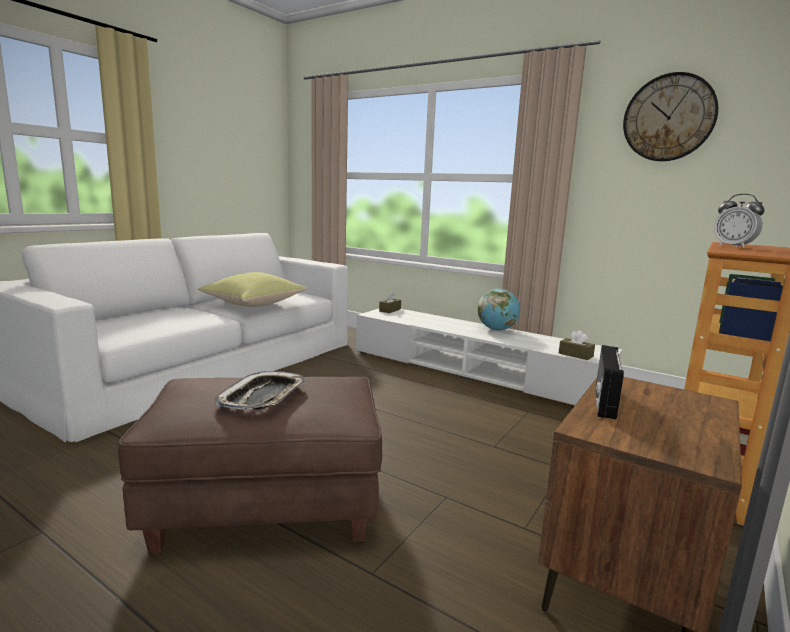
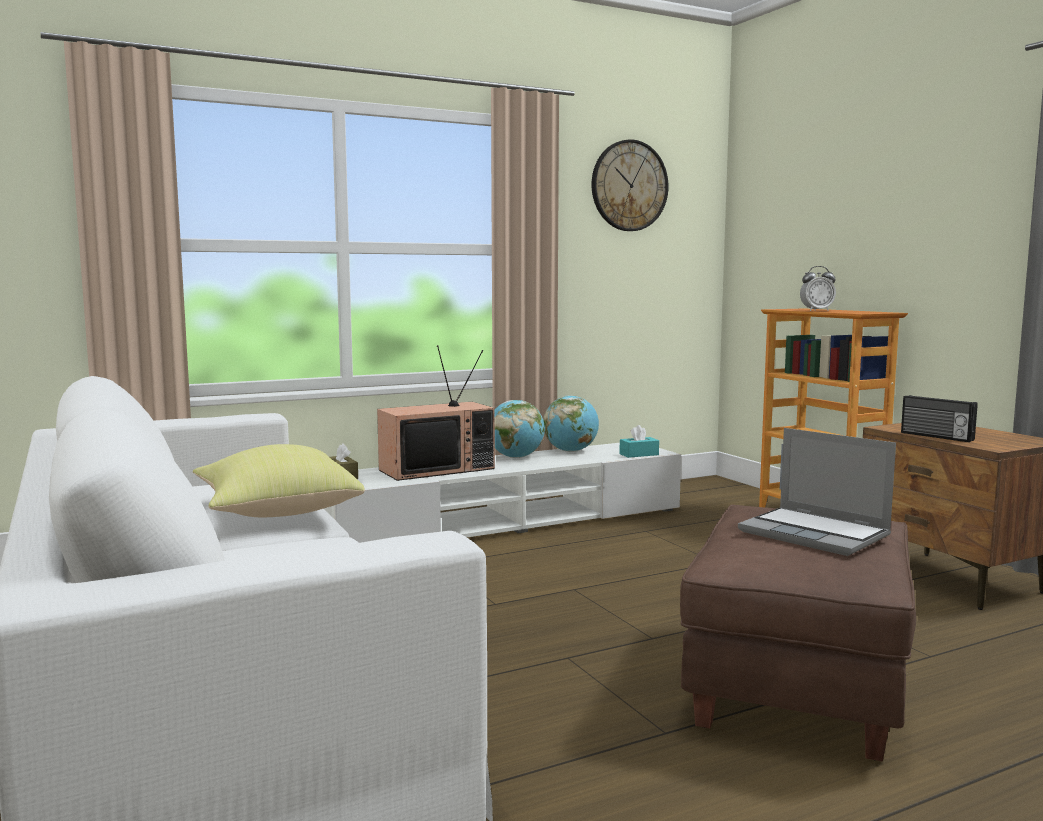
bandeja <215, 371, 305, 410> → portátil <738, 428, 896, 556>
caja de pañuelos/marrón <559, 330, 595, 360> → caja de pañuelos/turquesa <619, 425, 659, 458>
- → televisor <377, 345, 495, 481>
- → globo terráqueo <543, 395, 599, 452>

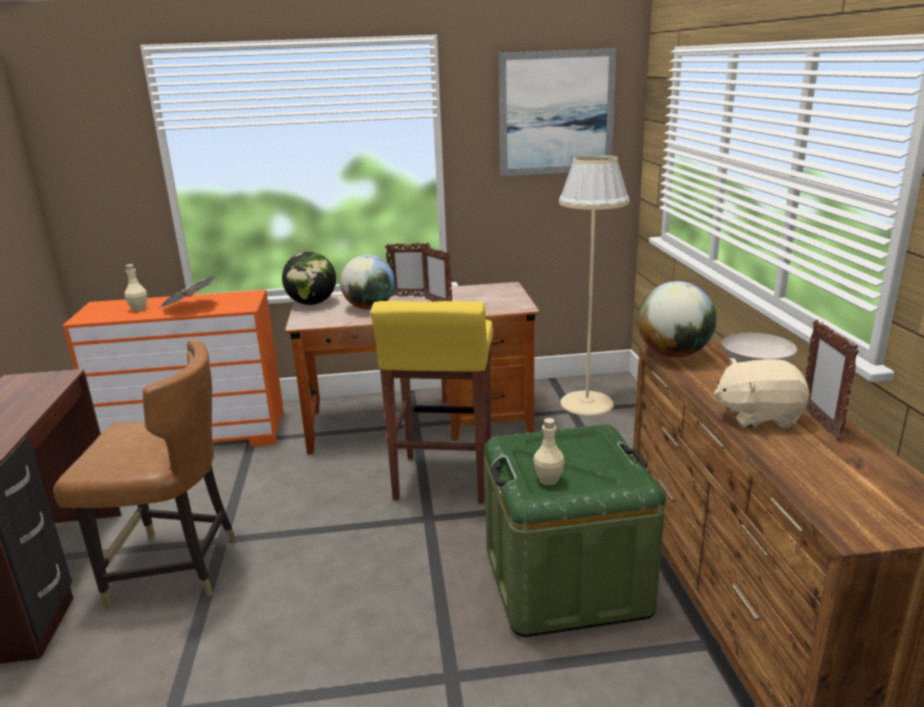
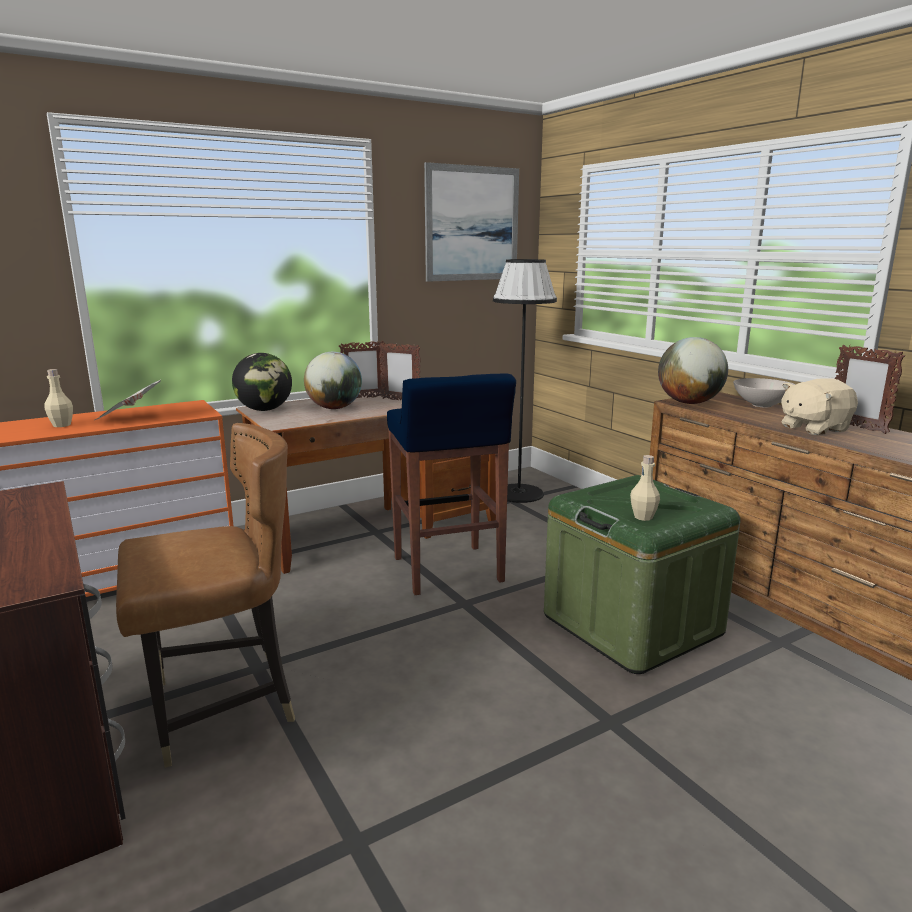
taburete/amarillo <371, 301, 493, 504> → taburete/azul <387, 373, 516, 595>
lámpara de pie/beis <559, 155, 630, 416> → lámpara de pie/negro <493, 259, 557, 503>

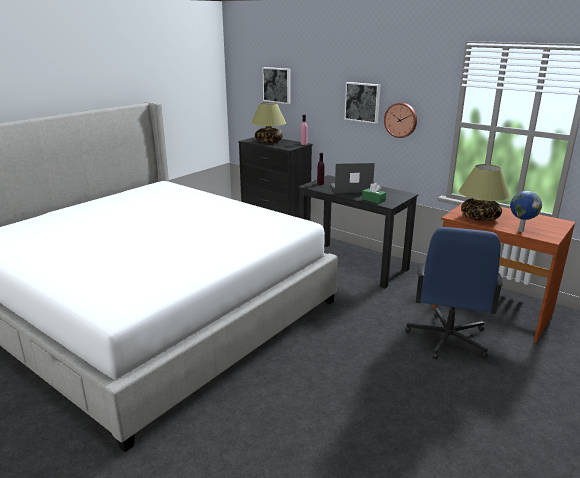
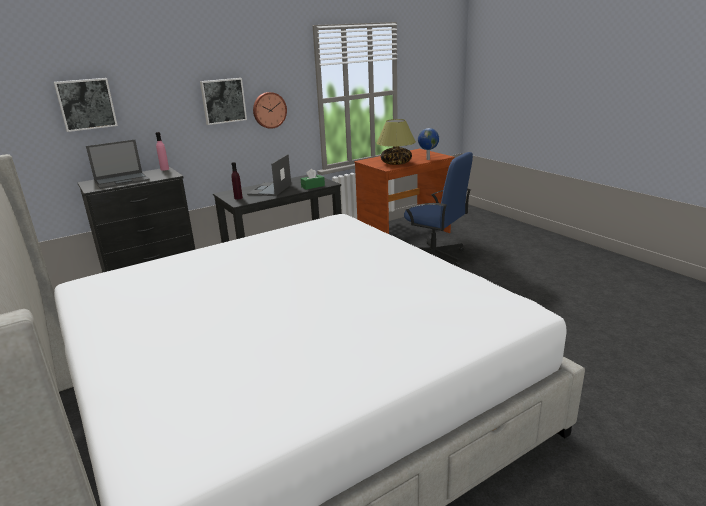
lámpara de mesa <251, 102, 286, 143> → portátil <86, 139, 150, 189>

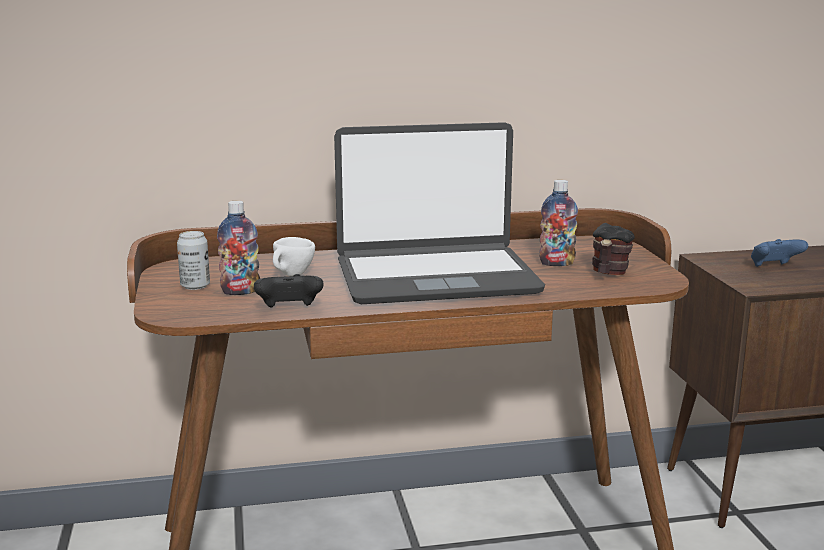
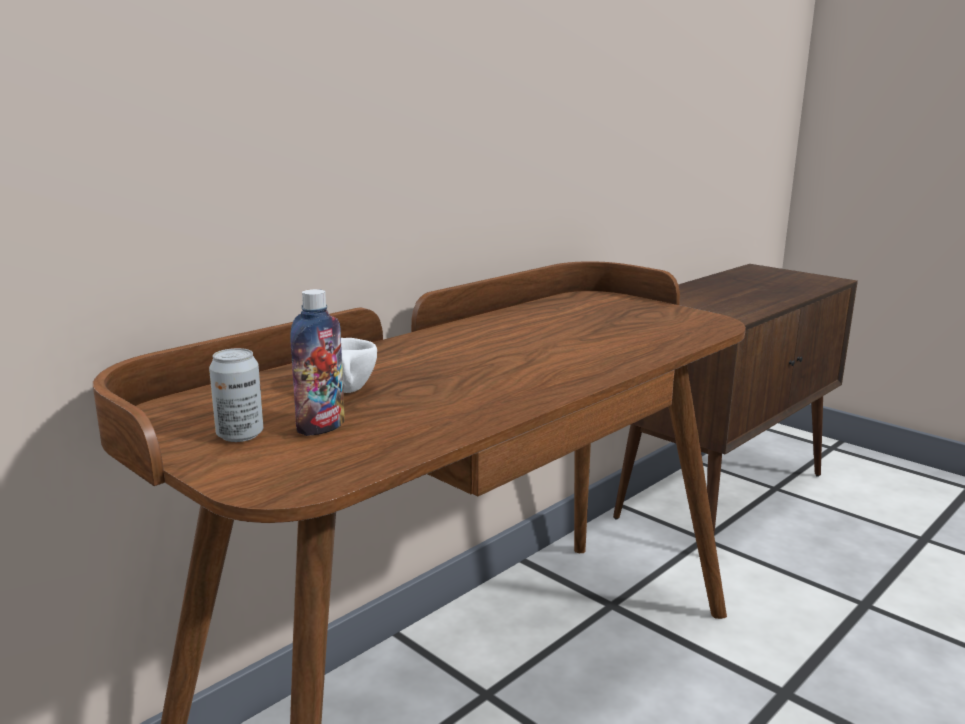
mando de consola/negro <254, 274, 323, 308> → -
portátil <334, 122, 545, 304> → -
botella <539, 180, 578, 266> → -
taza grande <592, 223, 635, 275> → -
mando de consola/azul <751, 239, 808, 267> → -

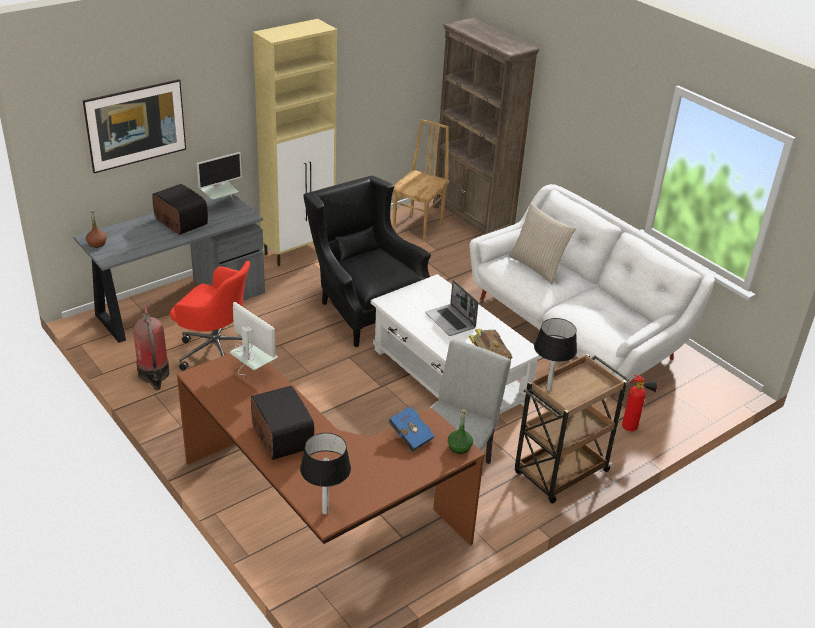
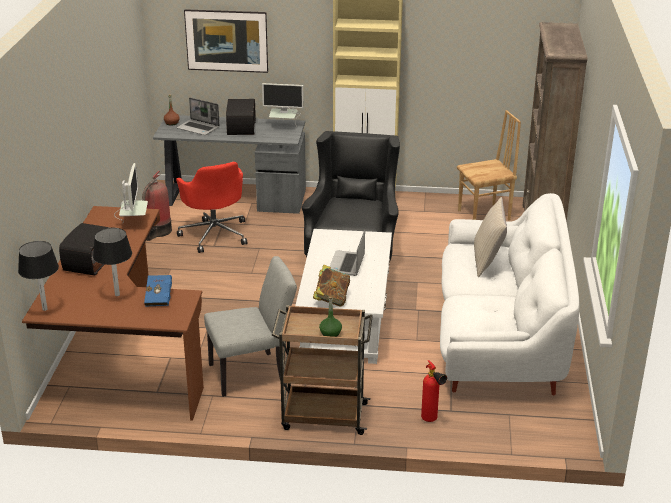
botella/verde <448, 409, 473, 454> → botella/verde <319, 297, 342, 337>, move
lámpara de mesa/negro <534, 318, 577, 391> → lámpara de mesa/negro <93, 228, 132, 296>, move
- → portátil <176, 98, 220, 135>

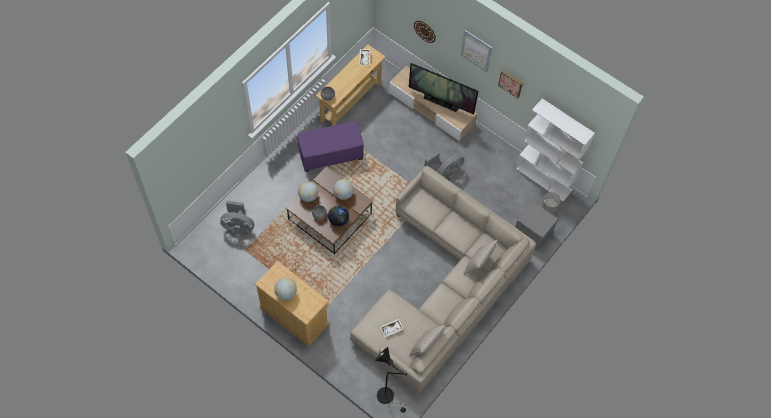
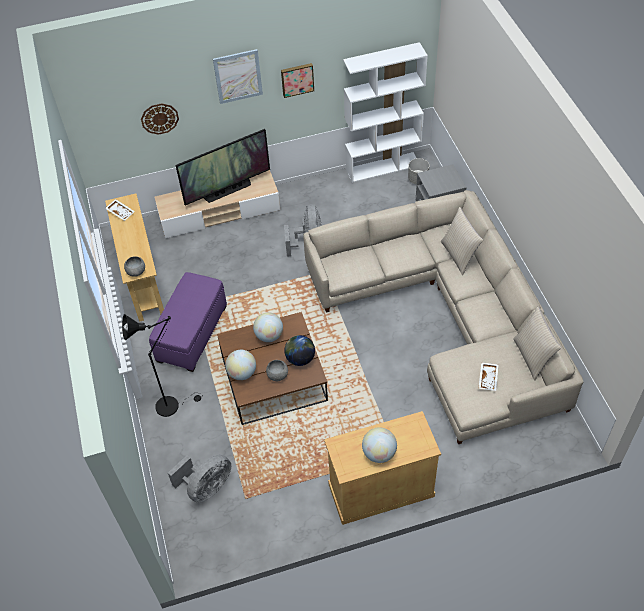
lámpara de pie/negro <375, 347, 408, 413> → lámpara de pie/negro <122, 314, 203, 417>, move

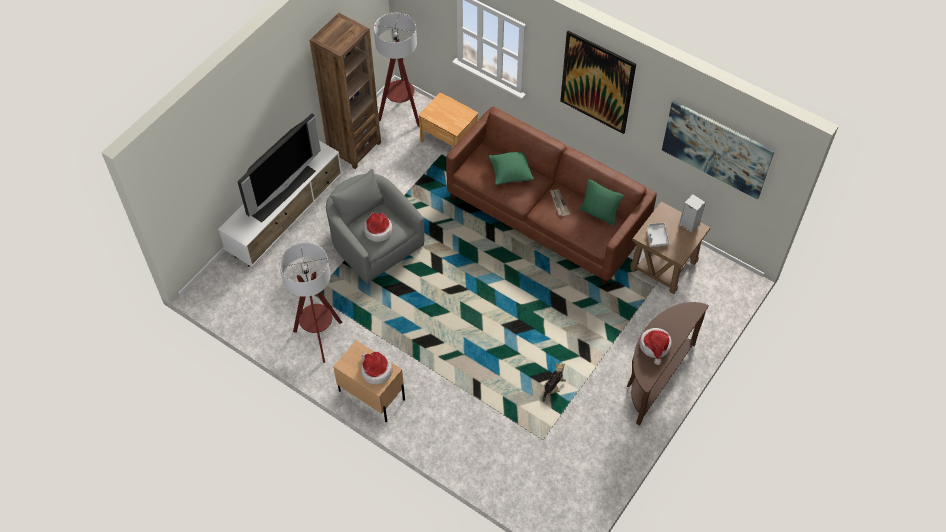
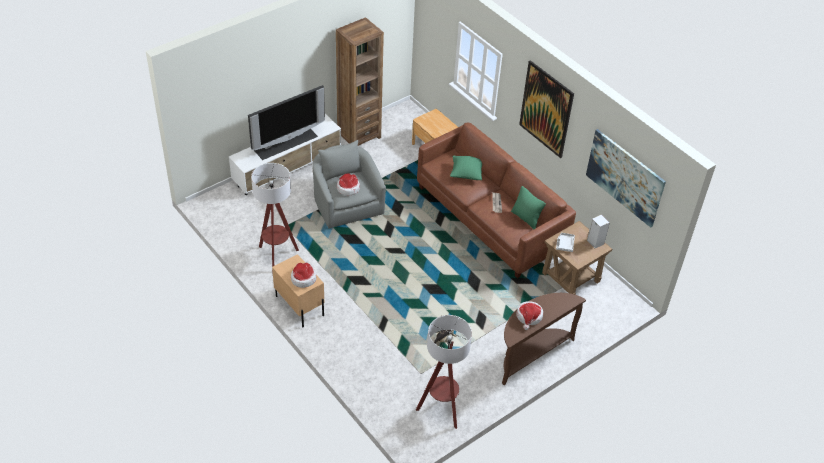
lámpara de pie <374, 13, 420, 127> → lámpara de pie <416, 315, 472, 429>, move

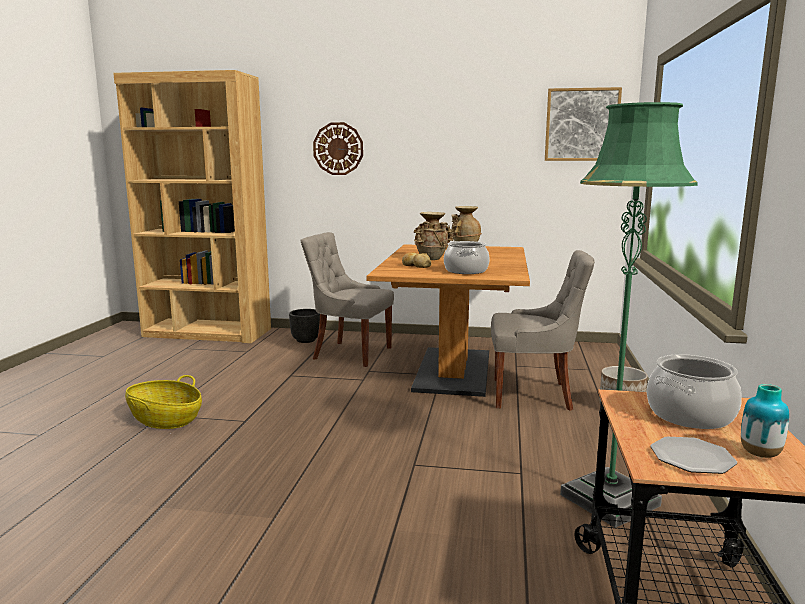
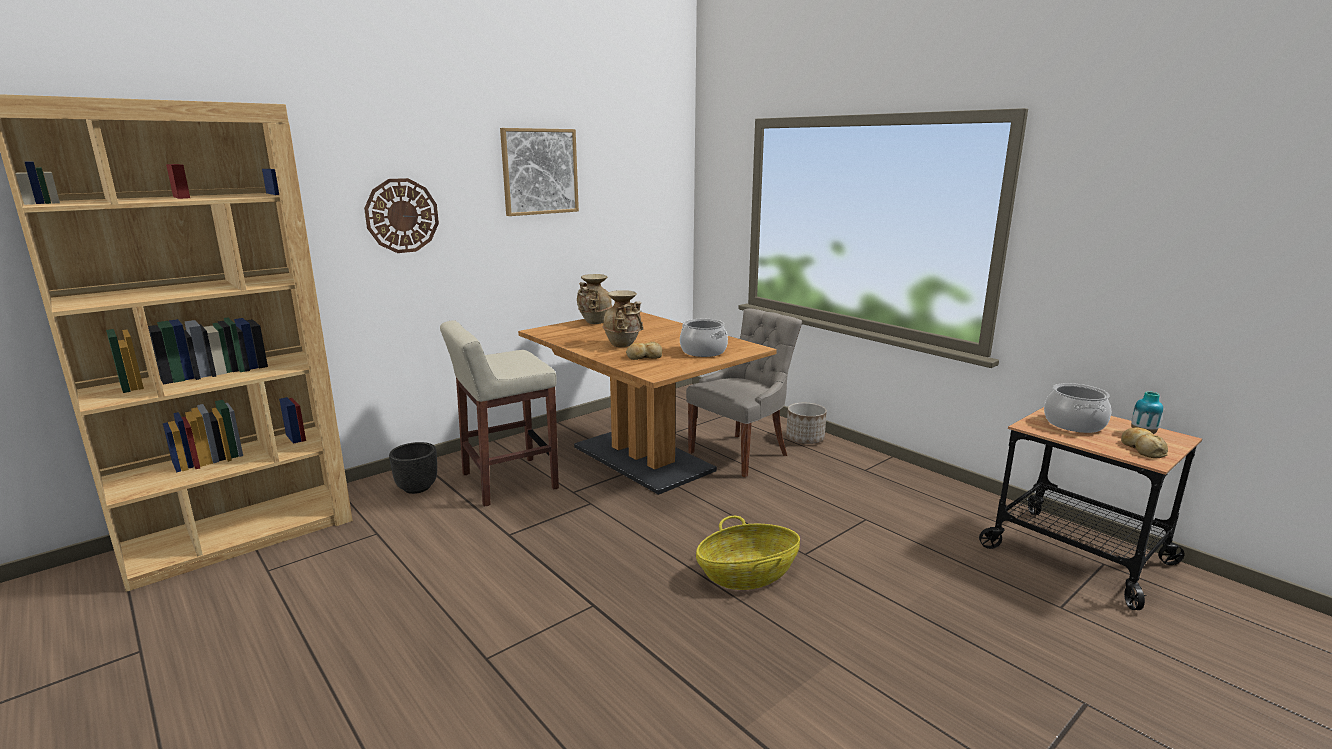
cesta <125, 375, 202, 429> → cesta <696, 516, 800, 590>, move
silla/gris <301, 232, 394, 367> → taburete/beis <440, 320, 559, 507>
cuadro <545, 87, 622, 161> → cuadro <500, 128, 579, 216>, move
lámpara de pie/verde <560, 102, 698, 528> → -
plato <650, 437, 737, 474> → pan <1121, 427, 1168, 458>

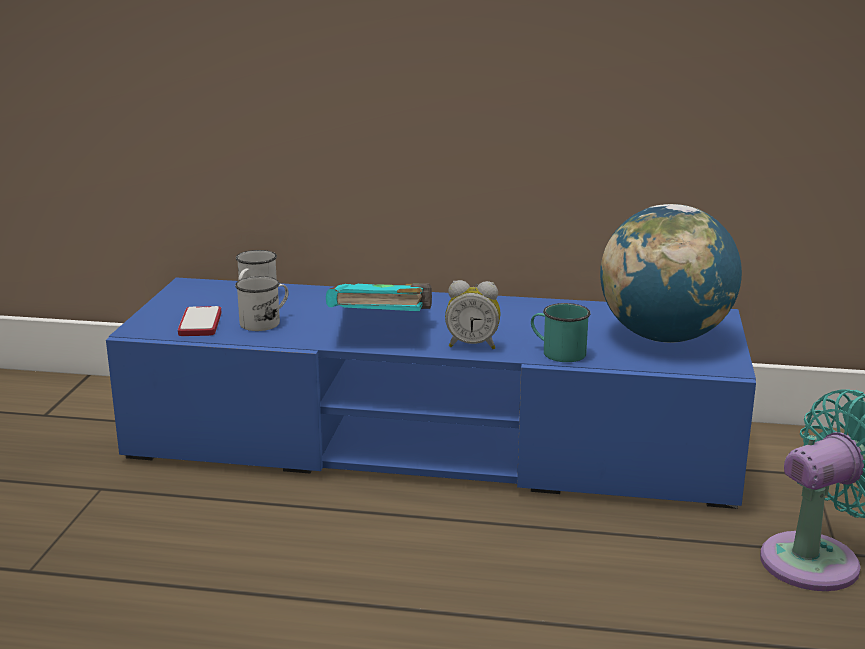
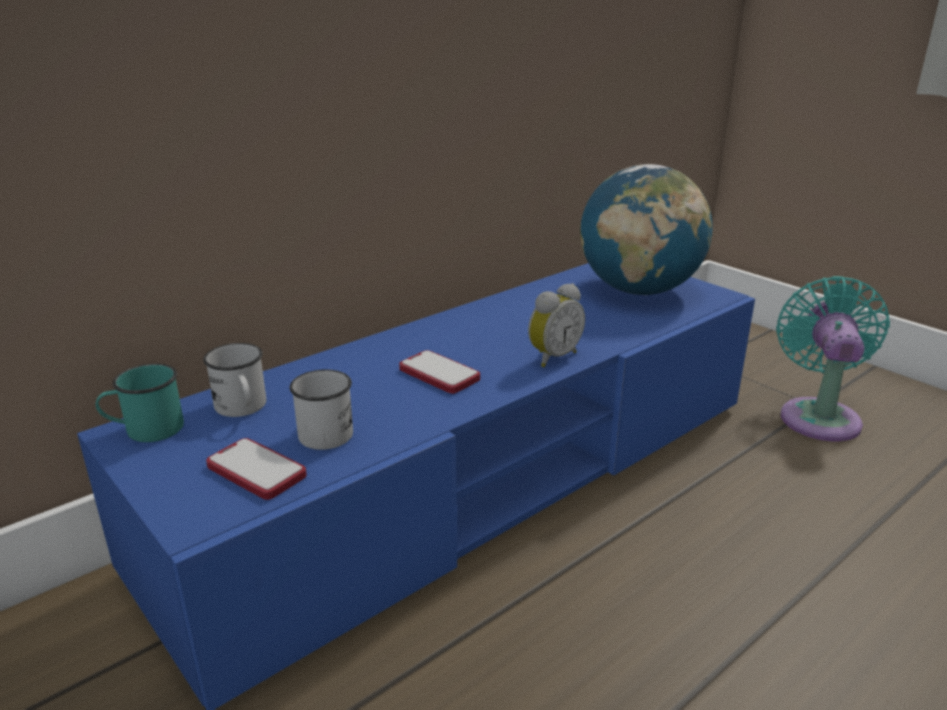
libro/turquesa <326, 283, 432, 311> → móvil <399, 350, 480, 394>
taza grande/turquesa <531, 303, 591, 362> → taza grande/turquesa <96, 363, 184, 442>, move

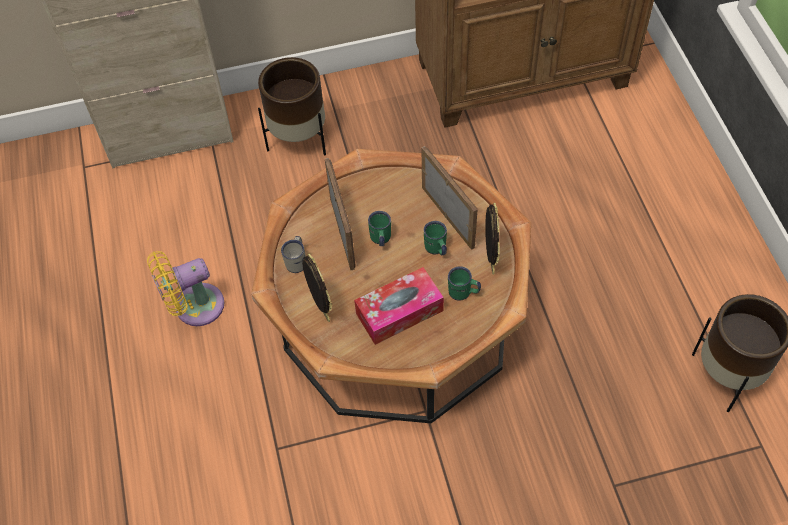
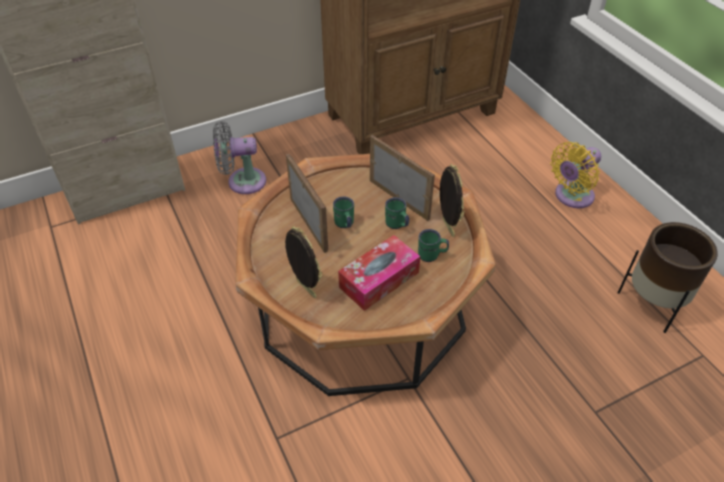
ventilador/amarillo <147, 251, 225, 326> → ventilador/amarillo <550, 142, 601, 208>, move
maceta/marrón <258, 57, 326, 155> → ventilador/gris <213, 121, 266, 194>
taza grande/blanco <281, 236, 306, 273> → -

